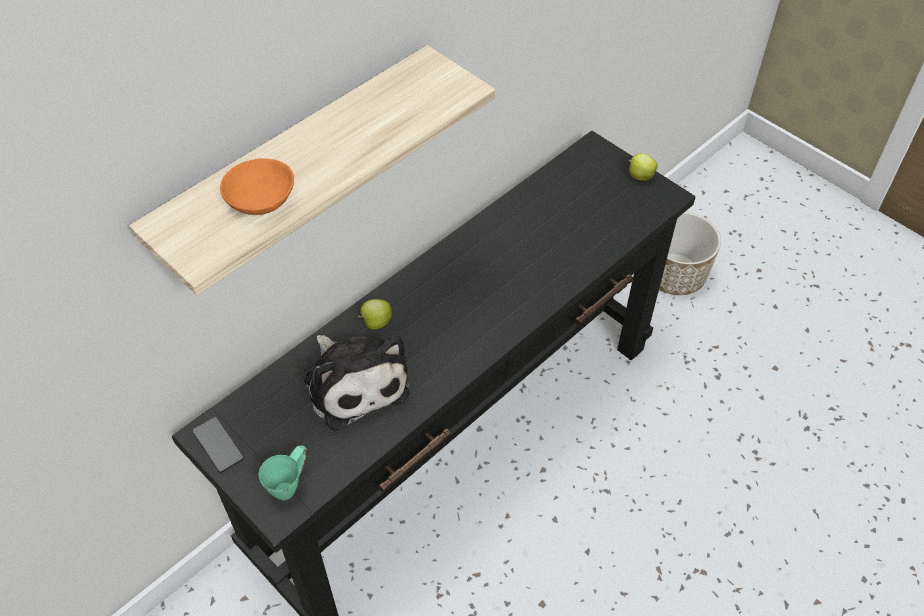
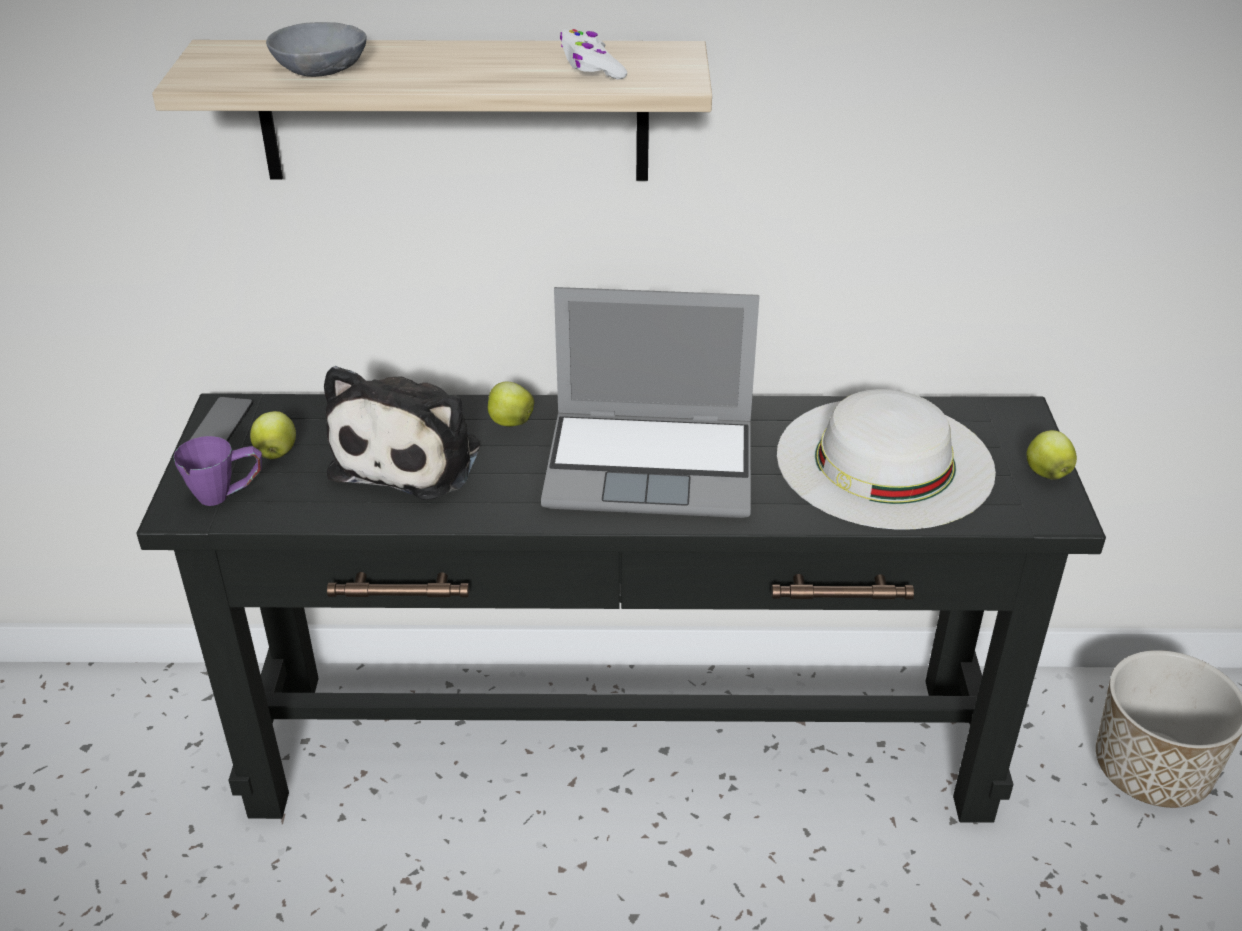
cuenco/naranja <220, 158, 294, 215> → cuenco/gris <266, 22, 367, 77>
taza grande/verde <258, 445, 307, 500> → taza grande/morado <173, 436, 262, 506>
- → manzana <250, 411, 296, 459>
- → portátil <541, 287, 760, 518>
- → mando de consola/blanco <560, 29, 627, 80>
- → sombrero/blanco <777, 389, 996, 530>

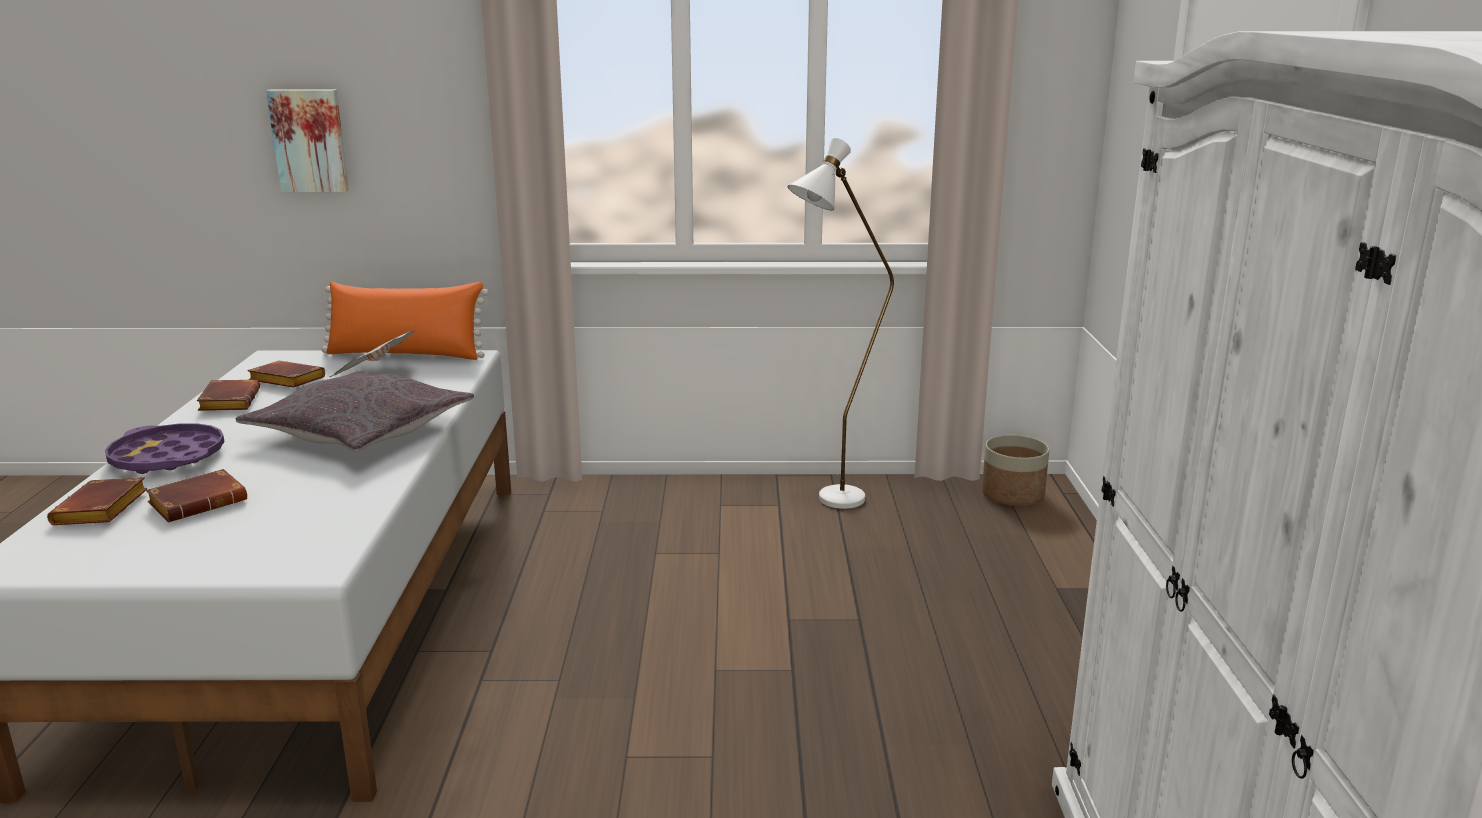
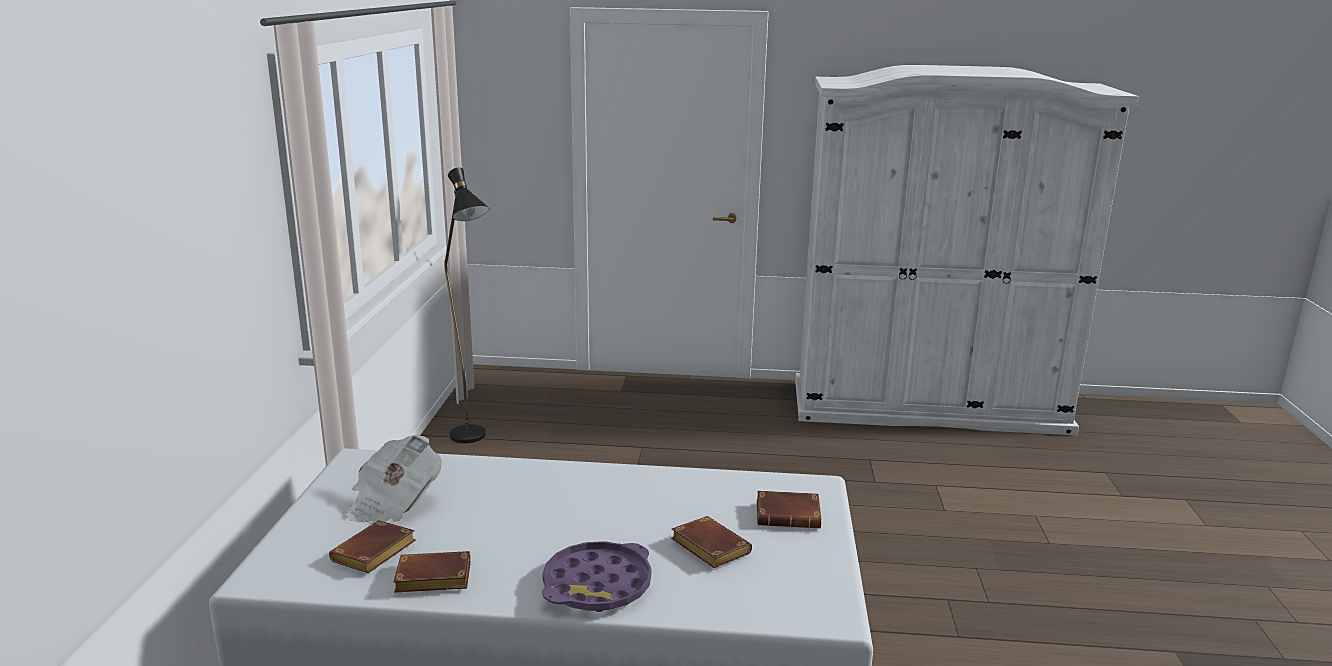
libro/marrón <47, 477, 147, 525> → libro/marrón <757, 491, 821, 528>, move
cojín/gris <236, 371, 474, 452> → -
cuadro <266, 89, 349, 192> → -
cojín/naranja <321, 282, 488, 360> → -
lámpara de pie/blanco <788, 138, 894, 509> → lámpara de pie/negro <444, 168, 489, 443>
maceta <982, 435, 1049, 506> → -

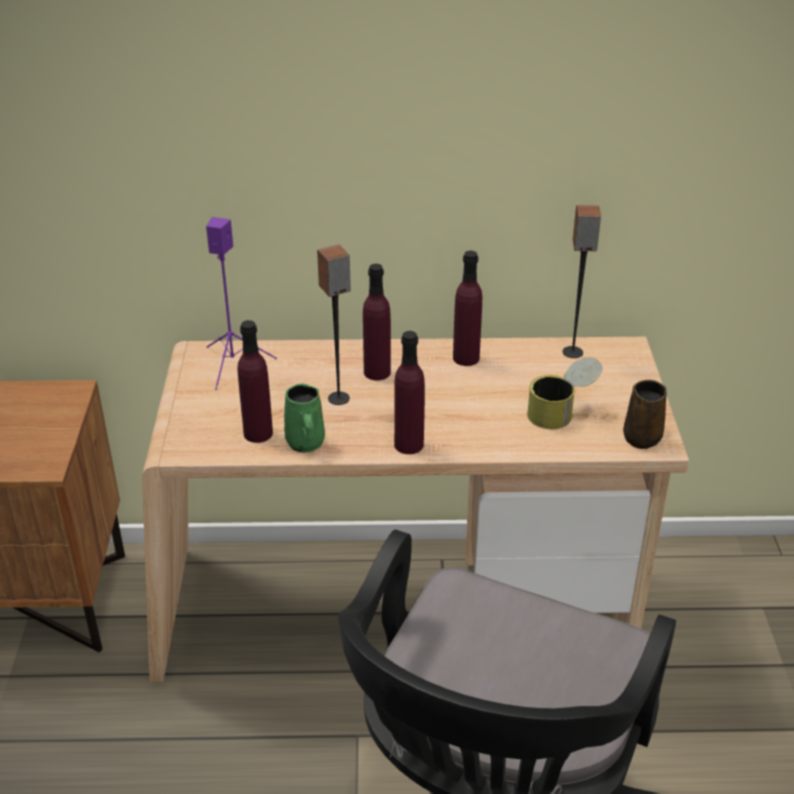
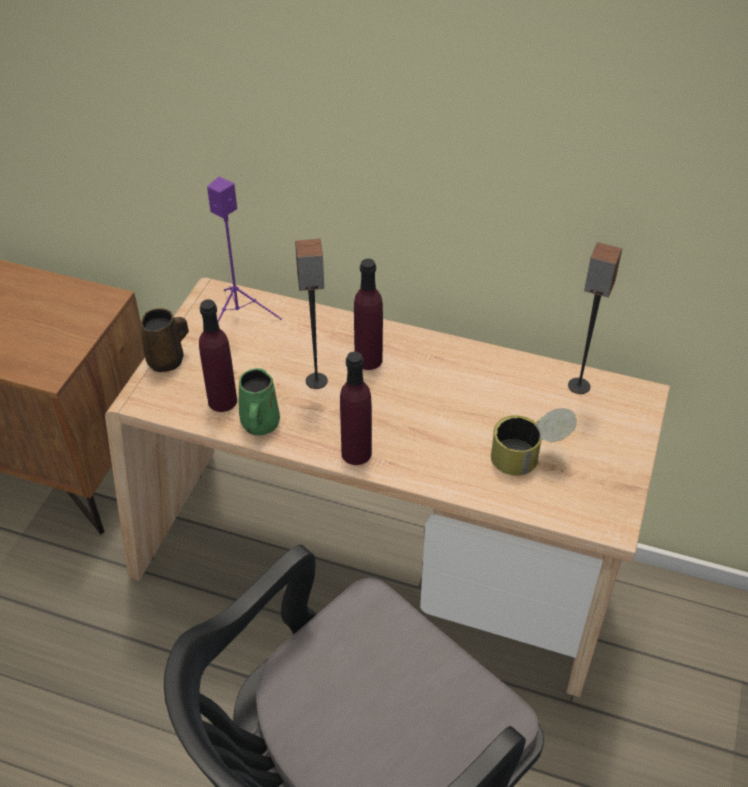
botella/morado <453, 251, 482, 366> → -
taza grande/marrón <623, 380, 667, 449> → taza grande/marrón <140, 308, 189, 372>, move

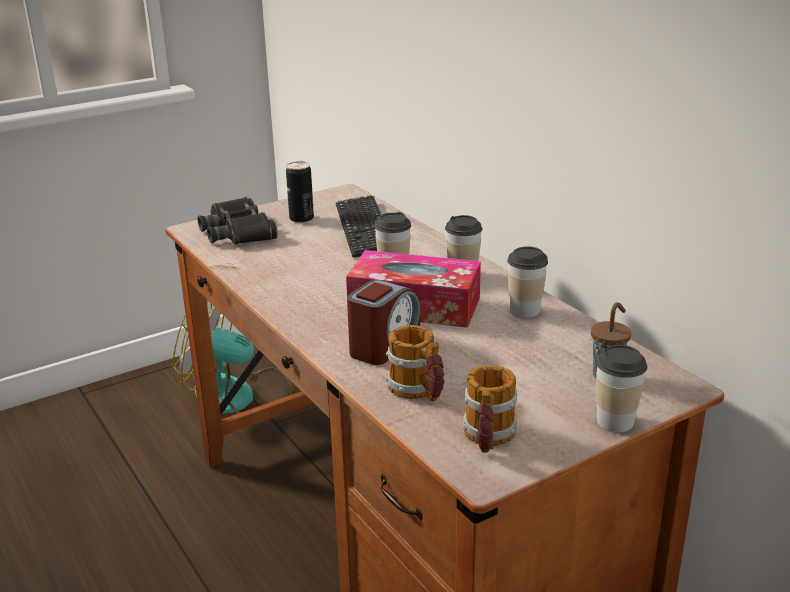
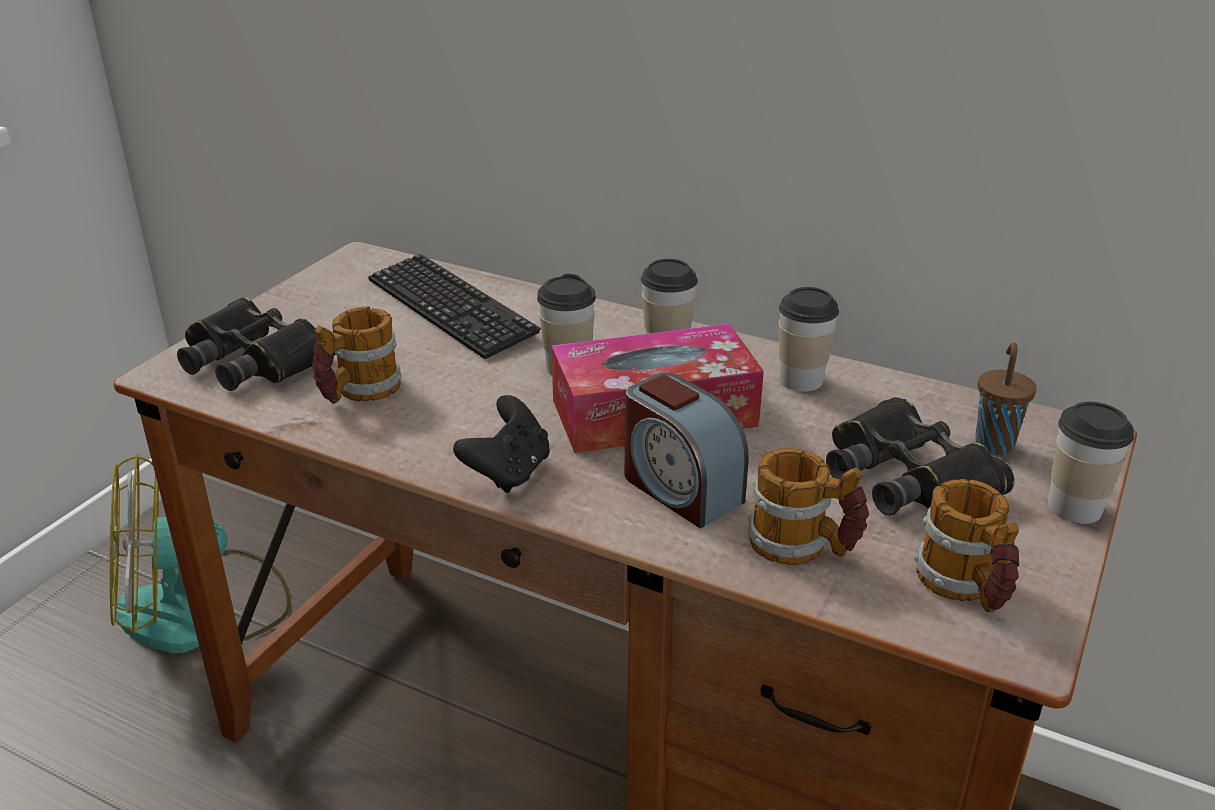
lata <286, 161, 314, 223> → -
despertador <347, 280, 420, 365> → despertador <625, 373, 749, 528>, 135 degrees clockwise
- → taza grande <312, 306, 402, 403>
- → mando de consola/negro <453, 395, 550, 493>
- → prismáticos/negro <826, 397, 1015, 516>

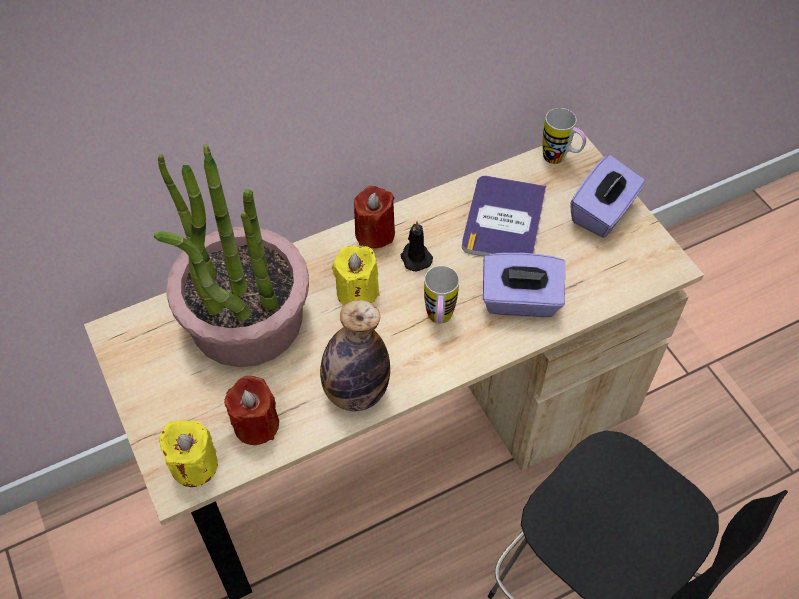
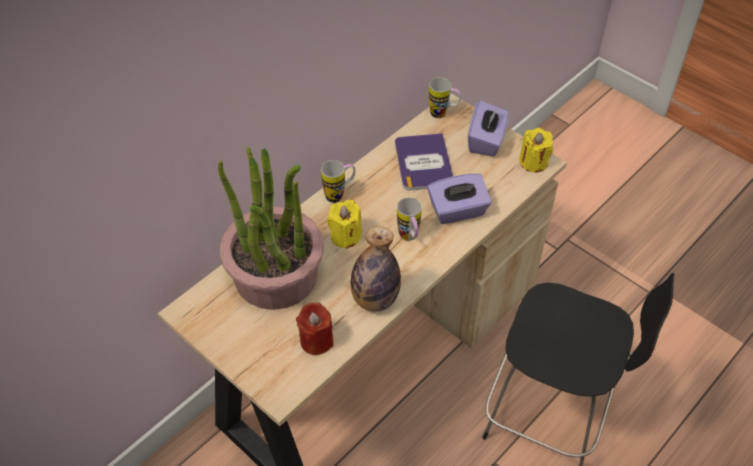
vela/amarillo <159, 420, 218, 487> → vela/amarillo <519, 128, 553, 172>, move
vela/rojo <354, 186, 395, 248> → taza grande <321, 160, 356, 203>
vela/negro <401, 221, 433, 272> → -

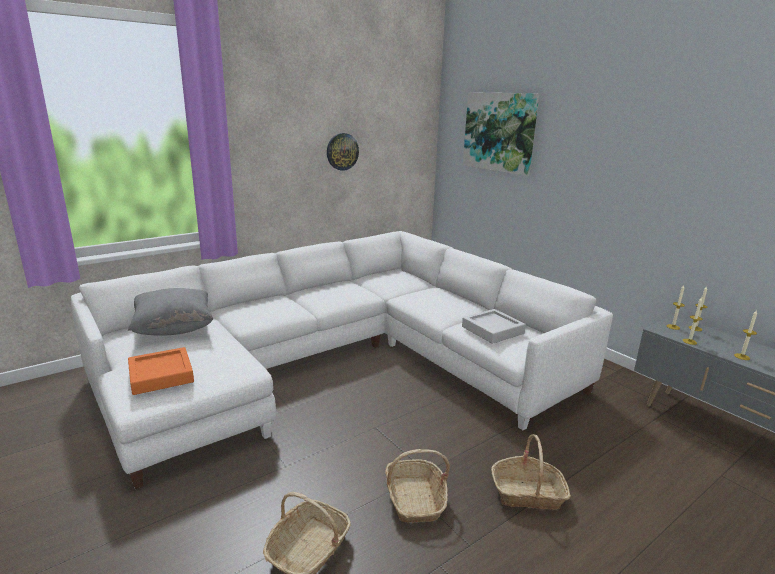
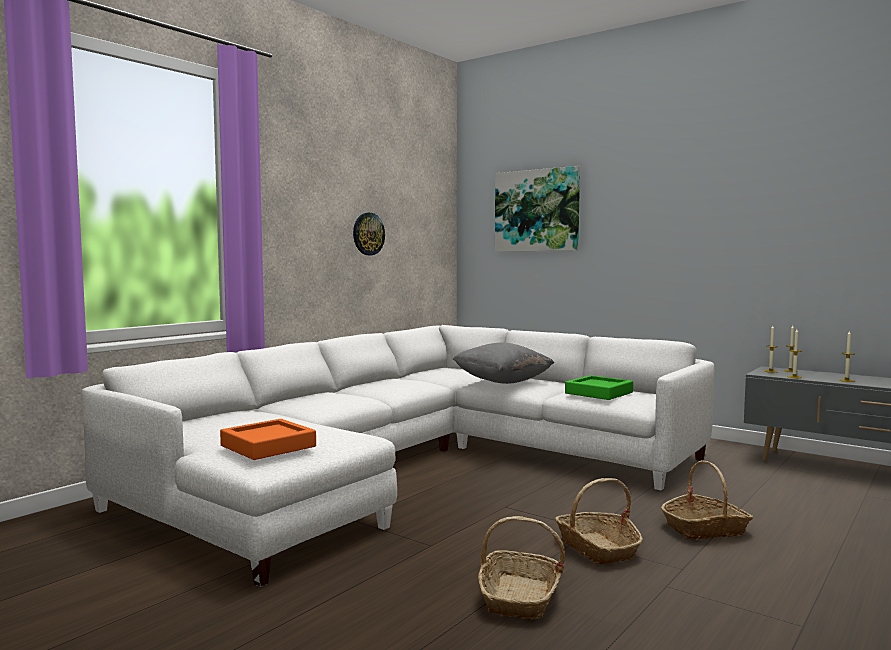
cojín/gris <128, 288, 213, 336> → cojín/gris <452, 343, 554, 384>, move
bandeja/gris <462, 309, 526, 344> → bandeja/verde <565, 375, 633, 400>

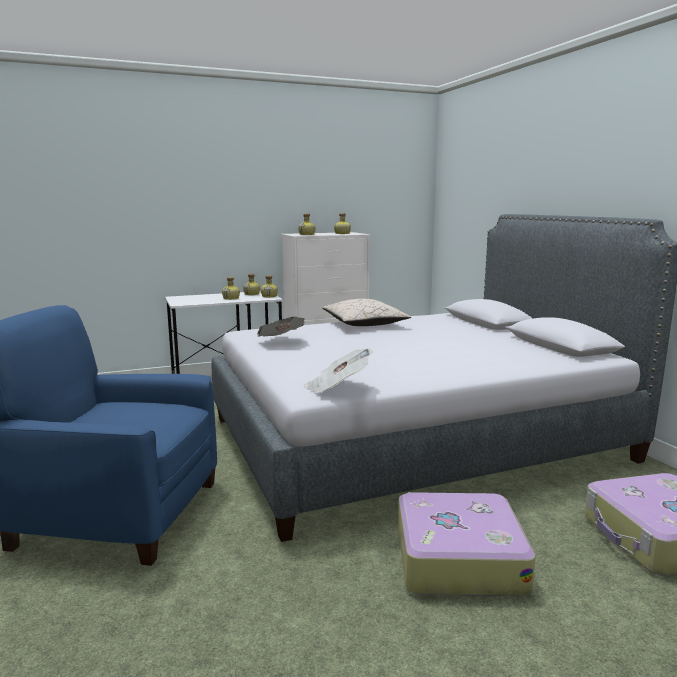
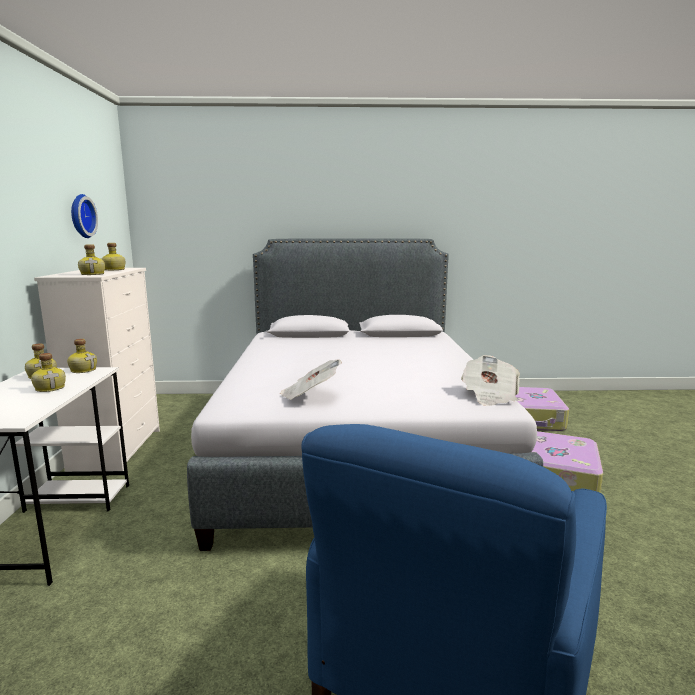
cojín/beis <322, 299, 411, 326> → -
- → reloj de pared <71, 194, 98, 238>

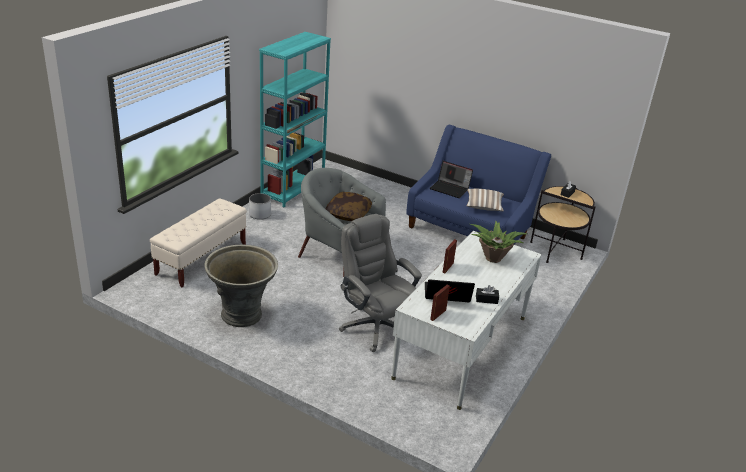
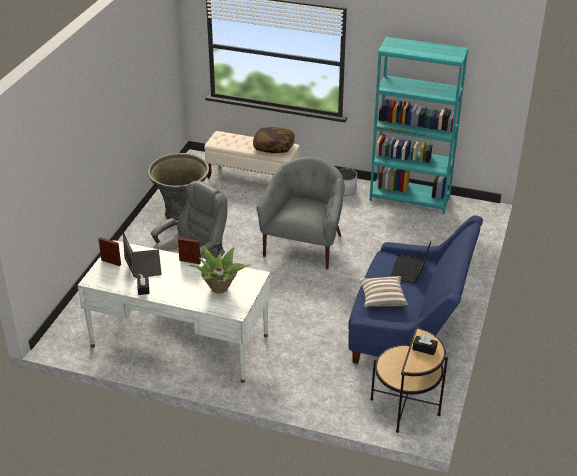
cojín <325, 192, 372, 221> → cojín <253, 127, 295, 153>, move

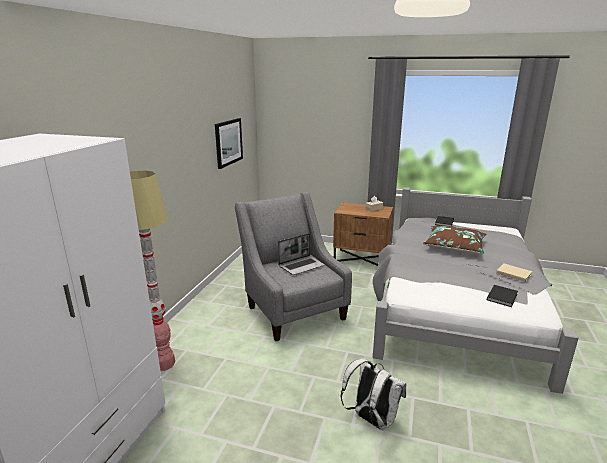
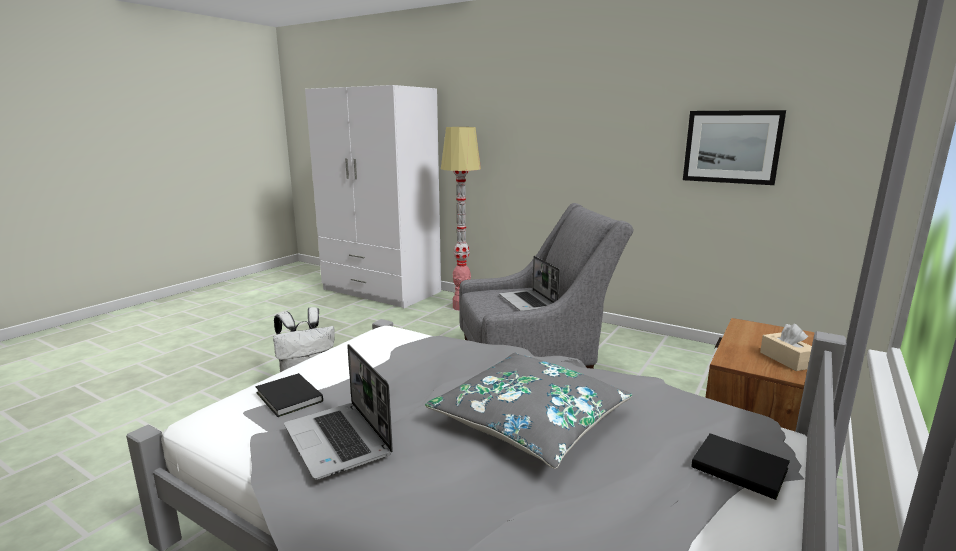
cojín/marrón <423, 225, 487, 254> → cojín/gris <425, 353, 633, 469>
libro/beis <496, 264, 533, 282> → portátil <284, 344, 393, 480>

